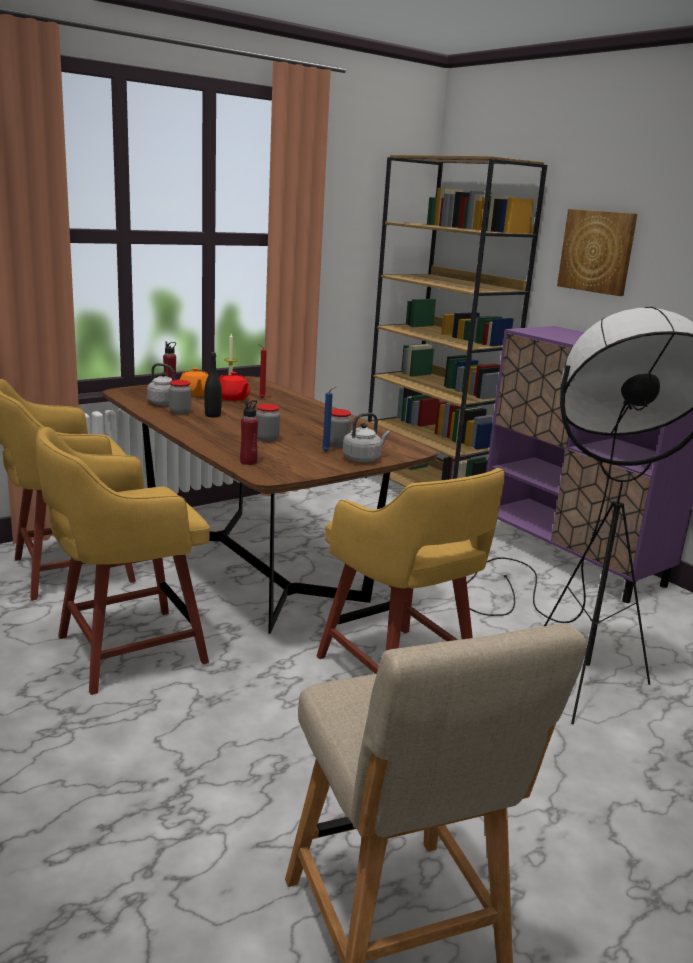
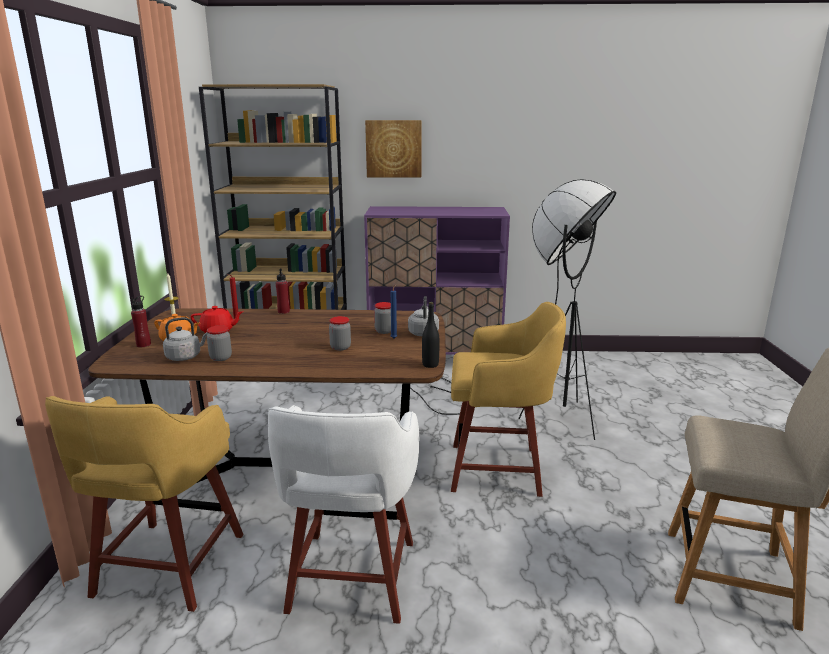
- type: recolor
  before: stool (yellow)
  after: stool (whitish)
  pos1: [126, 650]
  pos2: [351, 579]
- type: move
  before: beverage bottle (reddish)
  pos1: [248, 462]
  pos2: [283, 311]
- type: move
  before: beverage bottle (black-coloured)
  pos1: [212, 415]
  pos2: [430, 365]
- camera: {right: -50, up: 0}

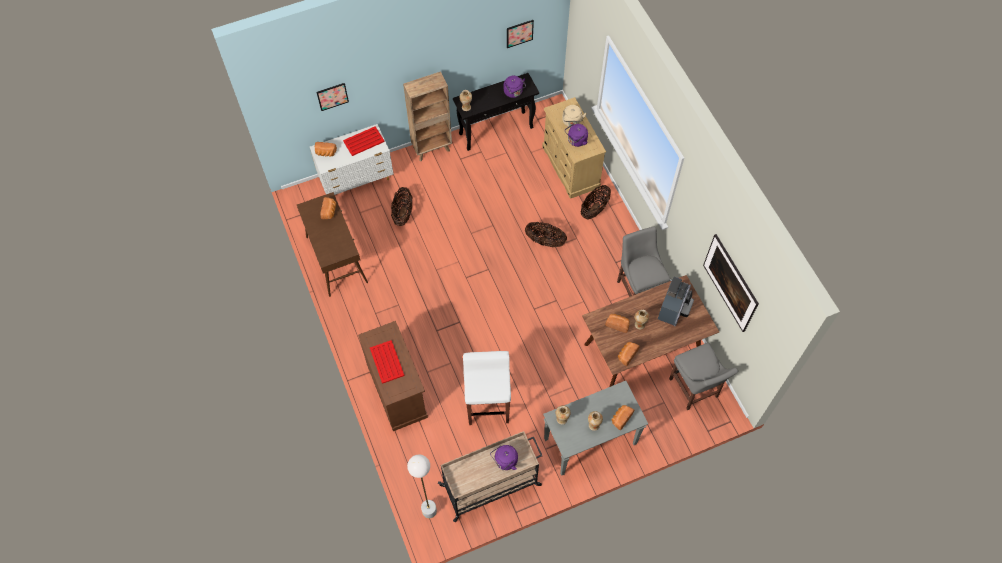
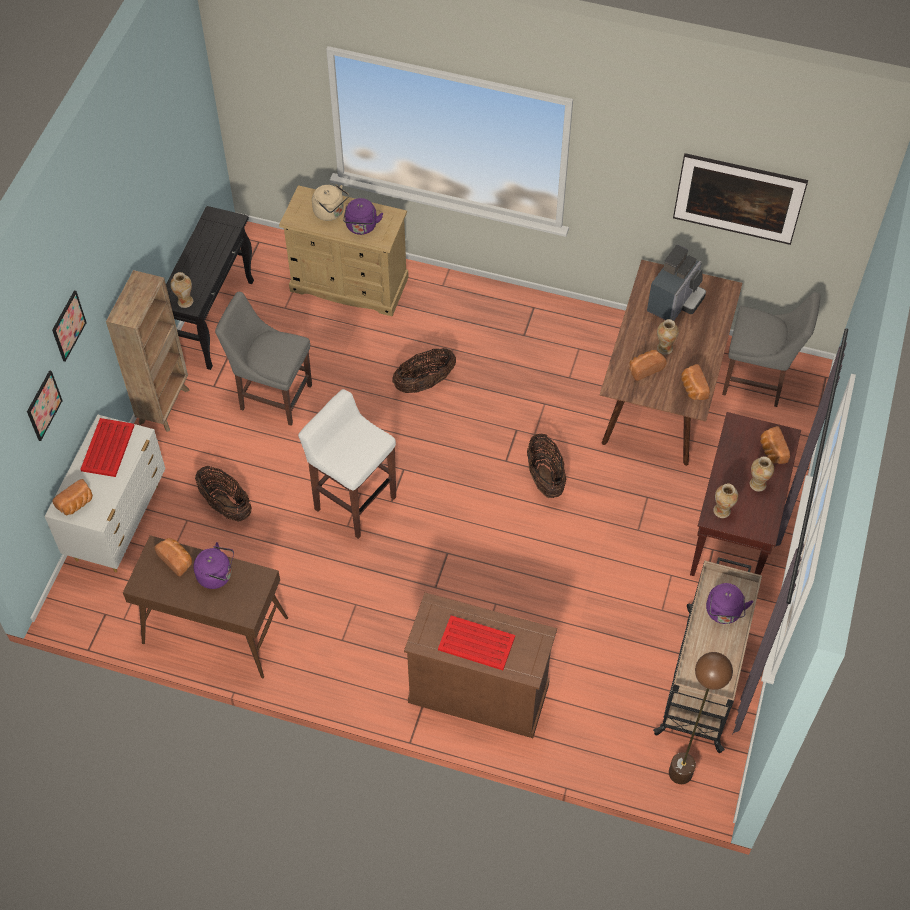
- type: move
  before: picture
  pos1: [519, 33]
  pos2: [68, 325]
- type: move
  before: tea kettle (purple)
  pos1: [514, 92]
  pos2: [217, 575]
- type: move
  before: upright chair (grey)
  pos1: [638, 288]
  pos2: [272, 395]
- type: move
  before: stool (whitish)
  pos1: [488, 406]
  pos2: [354, 502]
- type: move
  before: basket
  pos1: [594, 209]
  pos2: [545, 478]
- type: rotate
  before: coffee machine
  pos1: [674, 309]
  pos2: [675, 302]
  turn: 60
- type: recolor
  before: floor lamp (whitish)
  after: floor lamp (brown-coloured)
  pos1: [429, 511]
  pos2: [680, 773]
- type: recolor
  before: hall table (grey)
  after: hall table (brown-coloured)
  pos1: [589, 442]
  pos2: [734, 531]
- camera: {right: -50, up: -5}

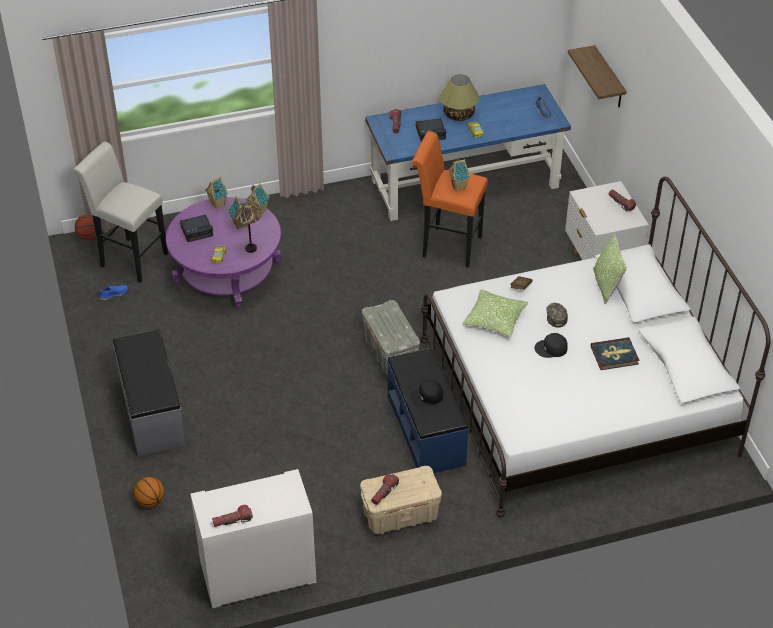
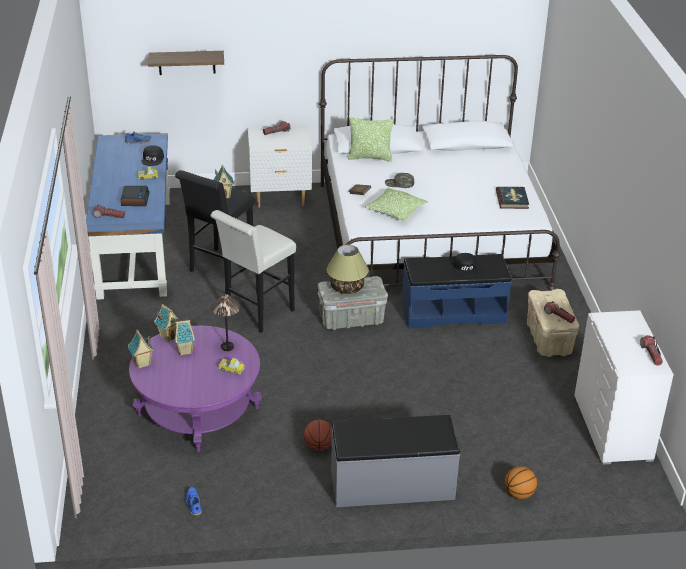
- type: move
  before: peaked cap (black-coloured)
  pos1: [551, 349]
  pos2: [153, 159]
- type: recolor
  before: stool (orange-coloured)
  after: stool (black-coloured)
  pos1: [447, 246]
  pos2: [219, 269]
- type: move
  before: stool (whitish)
  pos1: [130, 258]
  pos2: [256, 314]
- type: move
  before: basketball ball
  pos1: [89, 236]
  pos2: [319, 446]
- type: move
  before: table lamp
  pos1: [458, 114]
  pos2: [347, 288]
- type: move
  before: bound book
  pos1: [614, 355]
  pos2: [512, 199]
- type: delete
  before: alarm clock
  pos1: [197, 231]
- camera: {right: -80, up: -10}

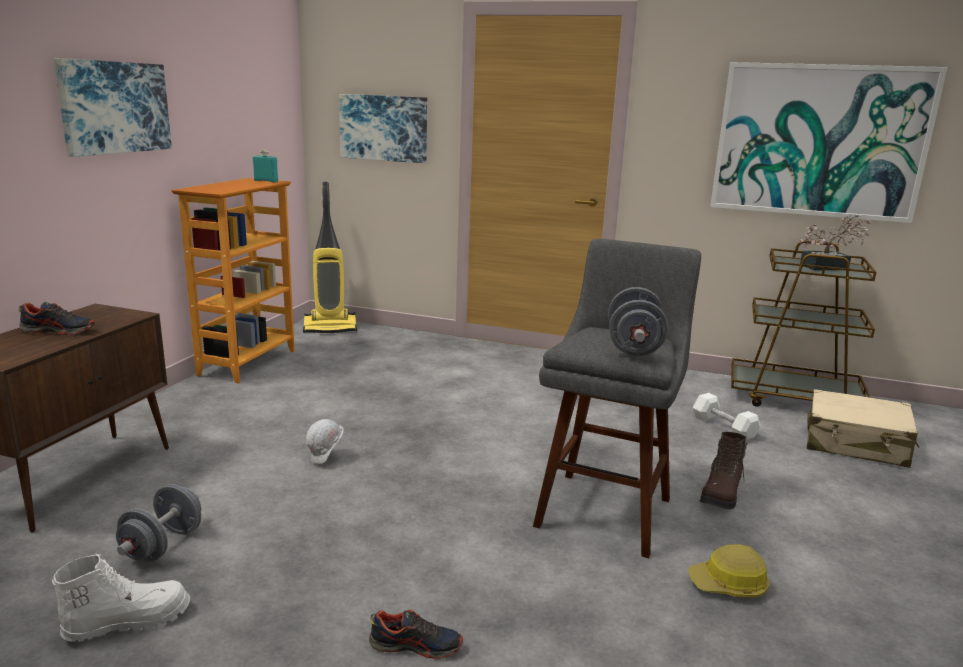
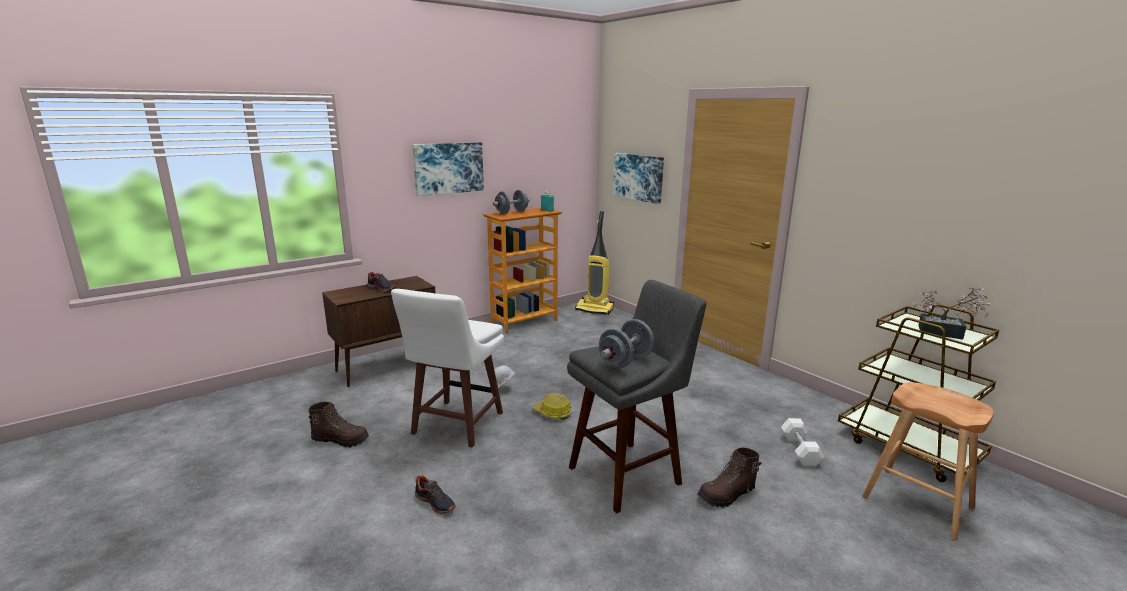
- type: recolor
  before: high-top boot (whitish)
  after: high-top boot (brown-coloured)
  pos1: [128, 621]
  pos2: [341, 440]
- type: insert
  after: stool (whitish)
  pos2: [456, 424]
- type: move
  before: hand weight (grey)
  pos1: [163, 545]
  pos2: [511, 213]
- type: move
  before: hard hat
  pos1: [729, 585]
  pos2: [553, 413]
- type: replace
  before: piece of luggage (sand-coloured)
  after: stool (brown-coloured)
  pos1: [856, 444]
  pos2: [917, 502]
- type: delete
  before: picture
  pos1: [819, 141]
- camera: {right: 35, up: 0}

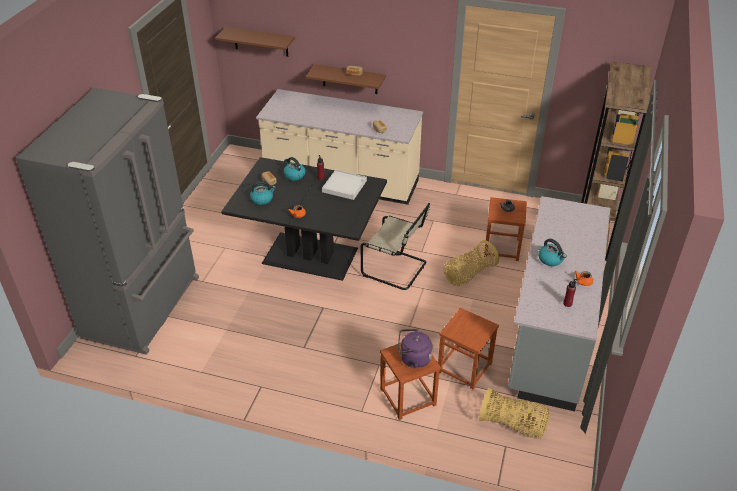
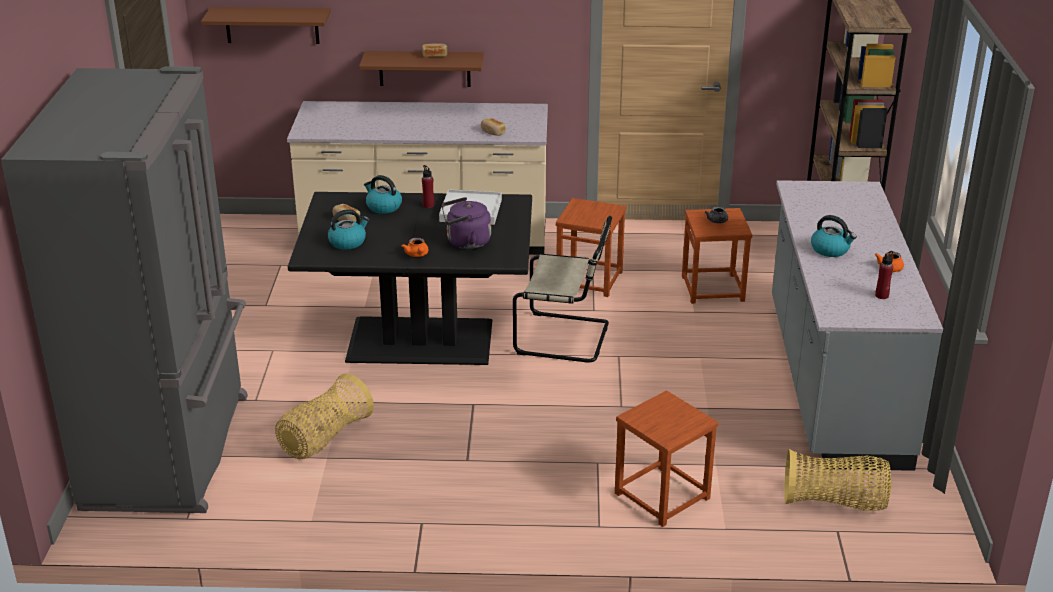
- type: move
  before: basket
  pos1: [468, 274]
  pos2: [324, 438]
- type: move
  before: tea kettle (purple)
  pos1: [413, 359]
  pos2: [465, 242]
- type: move
  before: stool (brown-coloured)
  pos1: [465, 367]
  pos2: [590, 279]
- camera: {right: -15, up: -10}

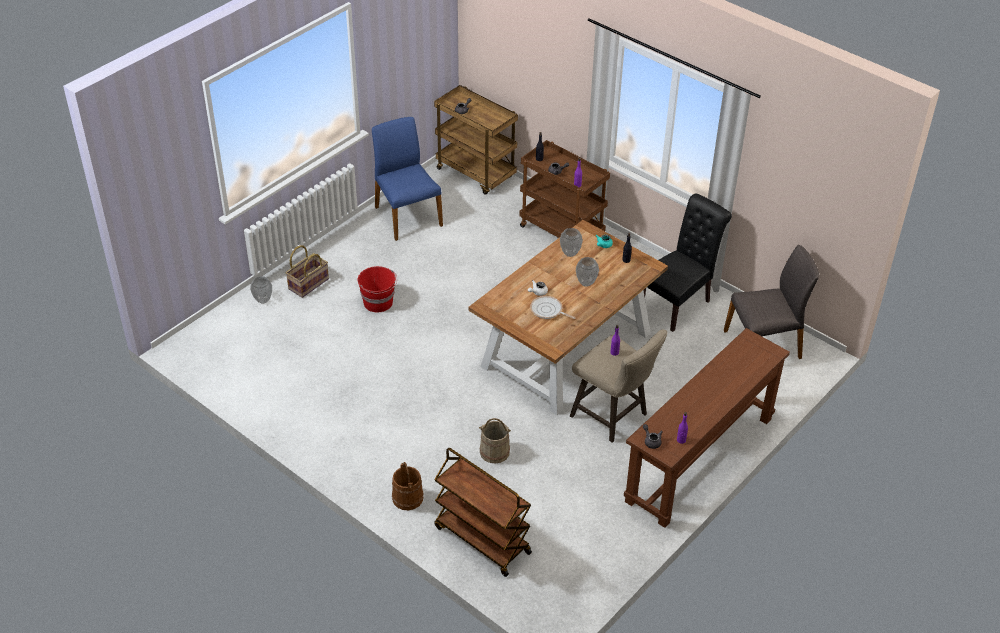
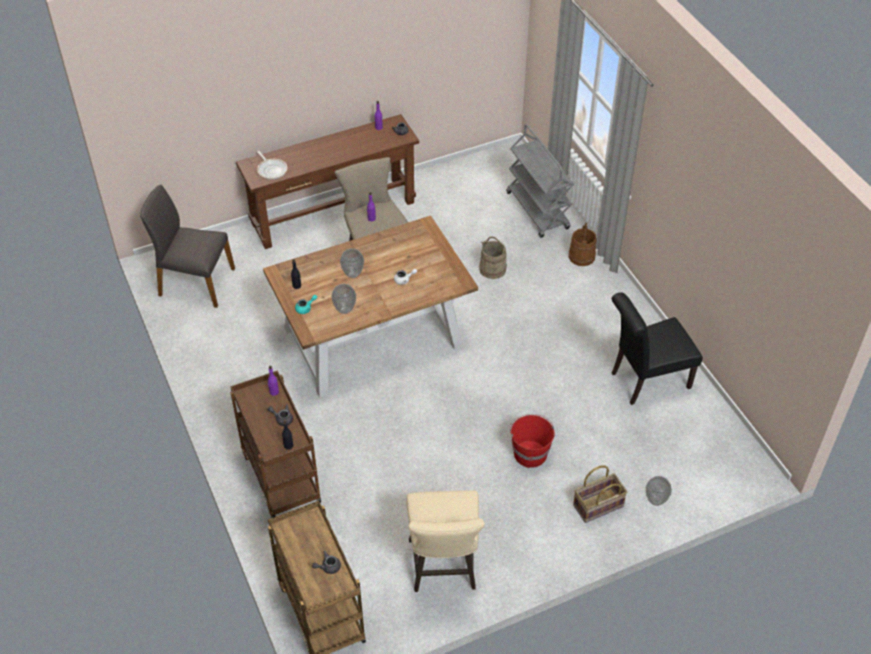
- type: move
  before: skillet
  pos1: [548, 310]
  pos2: [272, 169]
- type: replace
  before: upright chair (blue)
  after: stool (sand-coloured)
  pos1: [407, 216]
  pos2: [443, 569]
- type: recolor
  before: trolley (brown-coloured)
  after: trolley (grey)
  pos1: [481, 540]
  pos2: [538, 211]
- type: move
  before: upright chair (black-coloured)
  pos1: [678, 303]
  pos2: [645, 381]
- camera: {right: -155, up: 5}

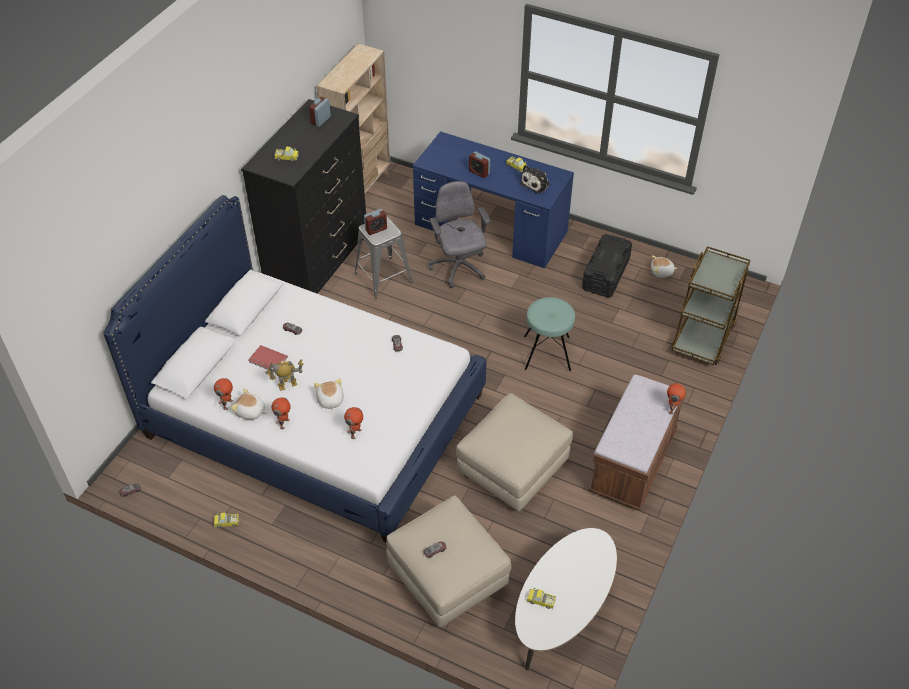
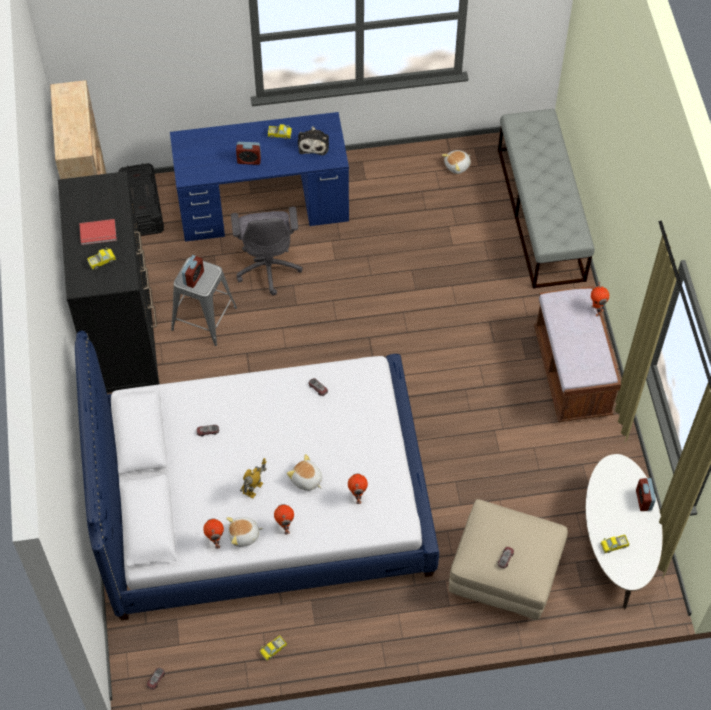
- type: move
  before: bound book (reddish)
  pos1: [267, 360]
  pos2: [98, 234]
- type: move
  before: storage bin (black-coloured)
  pos1: [606, 274]
  pos2: [142, 208]
- type: rotate
  before: computer chair (grey)
  pos1: [458, 268]
  pos2: [268, 267]
  turn: -135
- type: replace
  before: trolley (brown-coloured)
  after: indoor bench (grey)
  pos1: [703, 337]
  pos2: [541, 214]
- type: move
  before: alarm clock
  pos1: [321, 120]
  pos2: [643, 500]
- type: delete
  before: pouffe (sand-coloured)
  pos1: [512, 471]
- type: delete
  before: stool (turquoise)
  pos1: [547, 353]
- camera: {right: -35, up: 10}

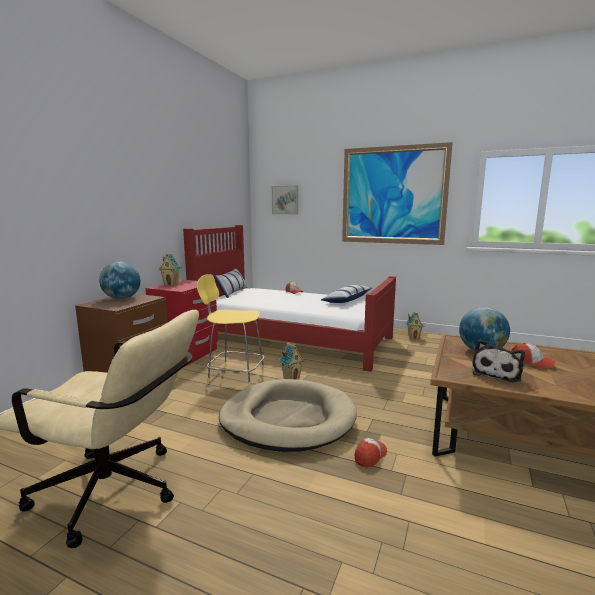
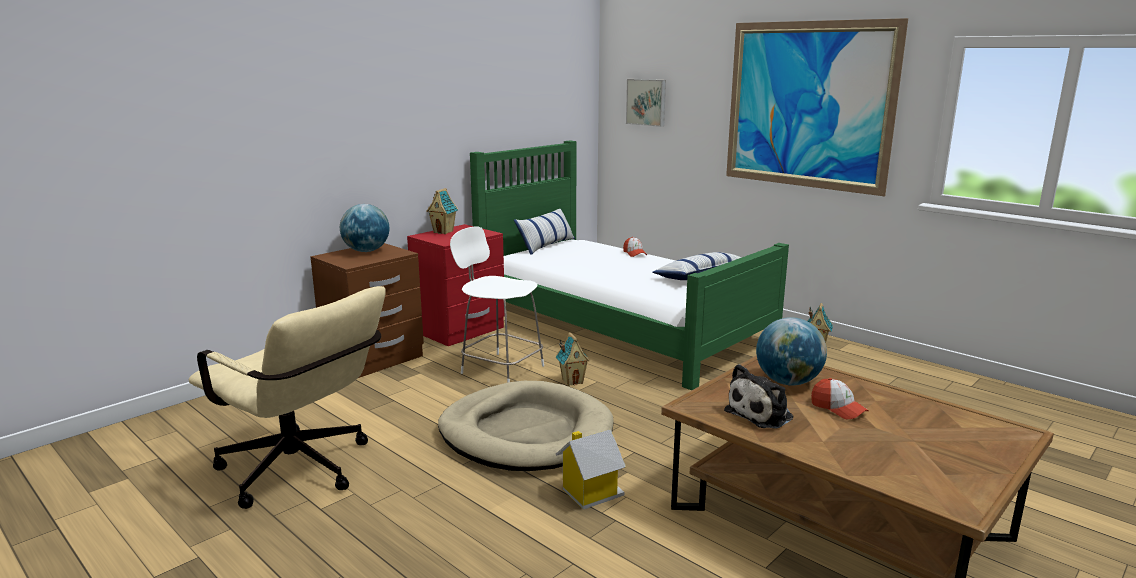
- type: recolor
  before: stool (yellow)
  after: stool (whitish)
  pos1: [234, 376]
  pos2: [500, 369]
- type: recolor
  before: bed (reddish)
  after: bed (green-coloured)
  pos1: [292, 339]
  pos2: [618, 326]
- type: replace
  before: peaked cap
  after: toy house
  pos1: [370, 456]
  pos2: [590, 493]
- camera: {right: 20, up: 5}

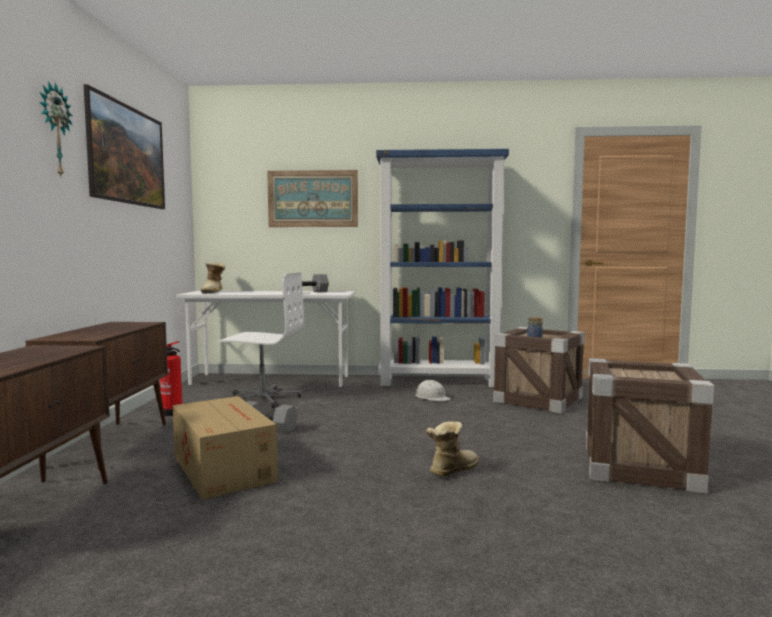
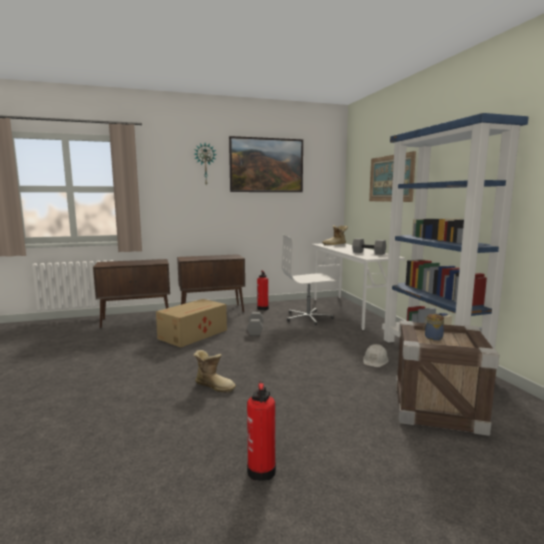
- type: replace
  before: crate
  after: extinguisher
  pos1: [639, 467]
  pos2: [262, 469]
- type: rotate
  before: computer chair (whitish)
  pos1: [262, 398]
  pos2: [308, 318]
  turn: 90
- camera: {right: 70, up: 5}

